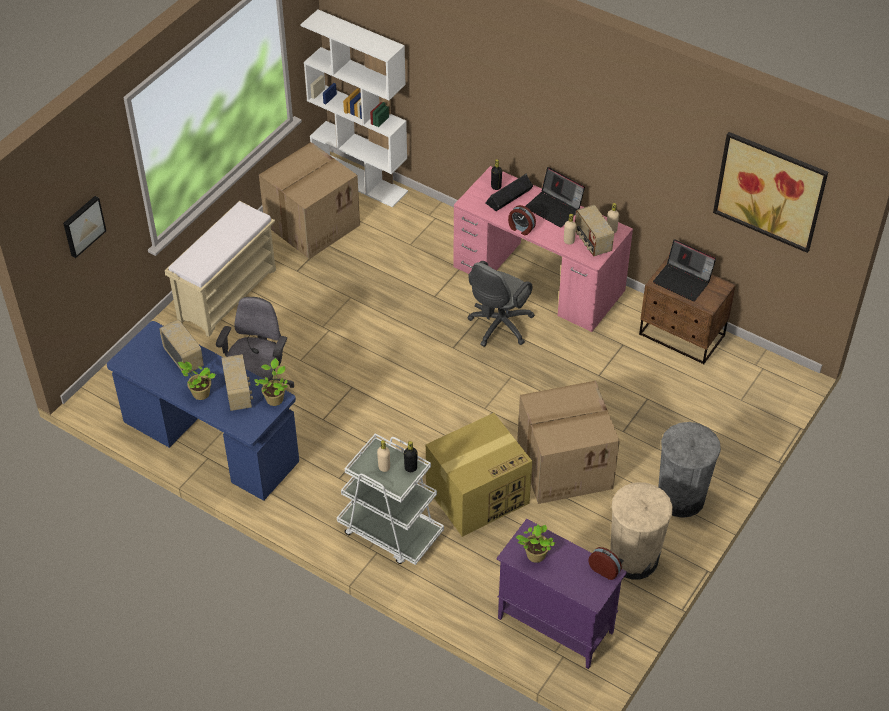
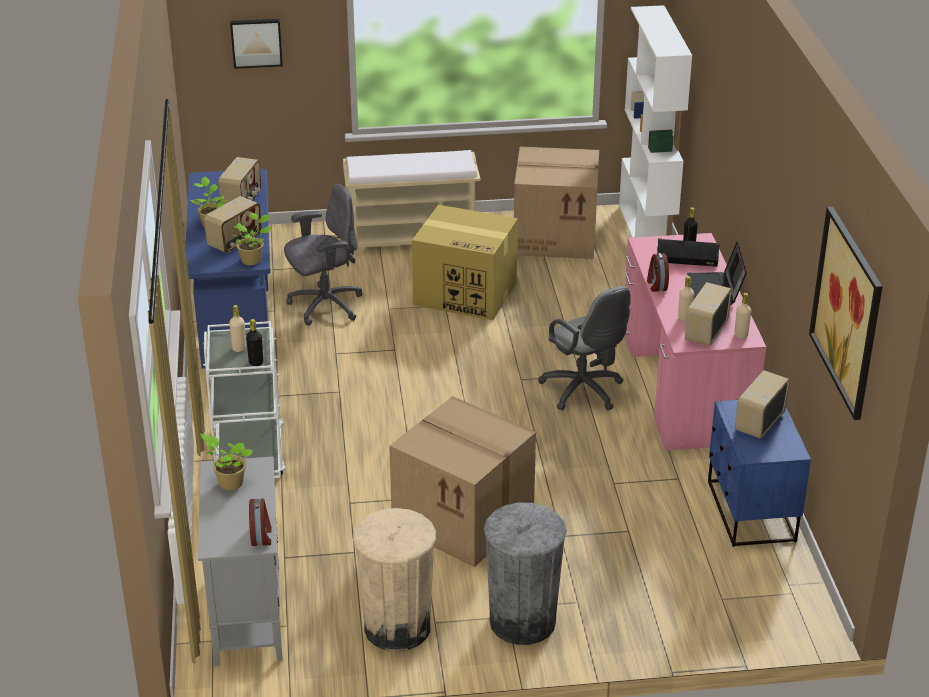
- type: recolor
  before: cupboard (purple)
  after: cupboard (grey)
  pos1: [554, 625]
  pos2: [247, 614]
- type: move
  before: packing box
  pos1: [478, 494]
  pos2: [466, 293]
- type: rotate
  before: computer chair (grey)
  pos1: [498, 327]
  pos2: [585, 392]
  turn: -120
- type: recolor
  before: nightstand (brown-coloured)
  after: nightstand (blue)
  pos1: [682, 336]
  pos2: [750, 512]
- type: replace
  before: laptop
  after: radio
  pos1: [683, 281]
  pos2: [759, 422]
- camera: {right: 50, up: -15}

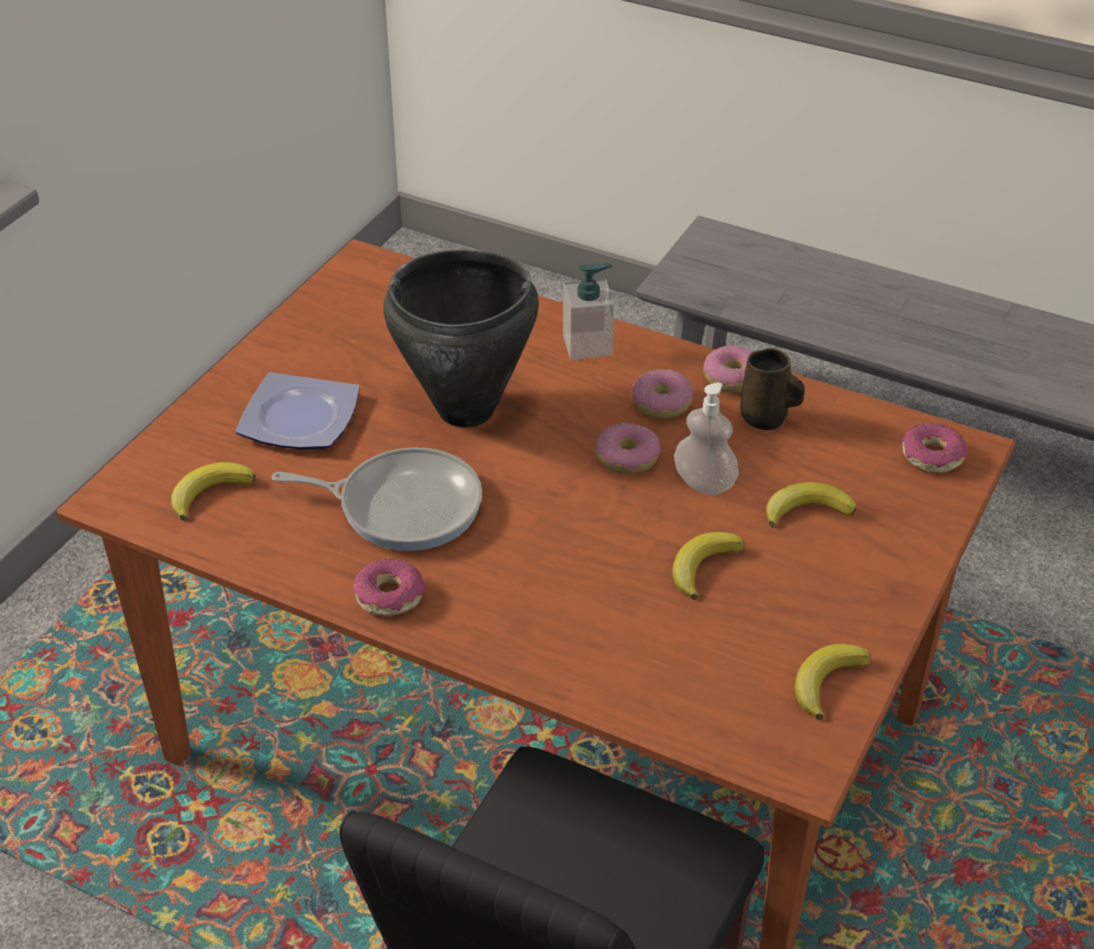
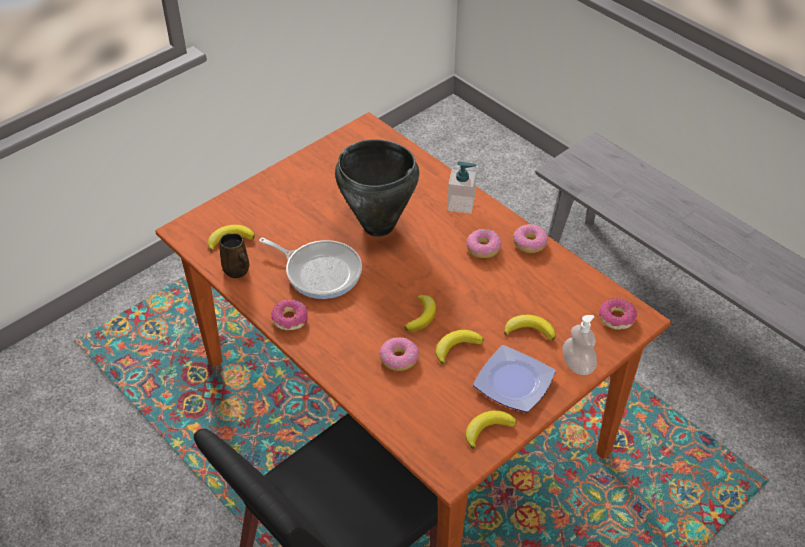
- type: move
  before: coffee mug (brown-coloured)
  pos1: [766, 419]
  pos2: [237, 271]
- type: move
  before: donut
  pos1: [627, 458]
  pos2: [399, 359]
- type: insert
  after: whole banana
  pos2: [421, 316]
- type: move
  before: flat dish
  pos1: [297, 419]
  pos2: [512, 383]
- type: move
  before: soap dispenser
  pos1: [704, 483]
  pos2: [577, 365]
- camera: {right: 20, up: 5}

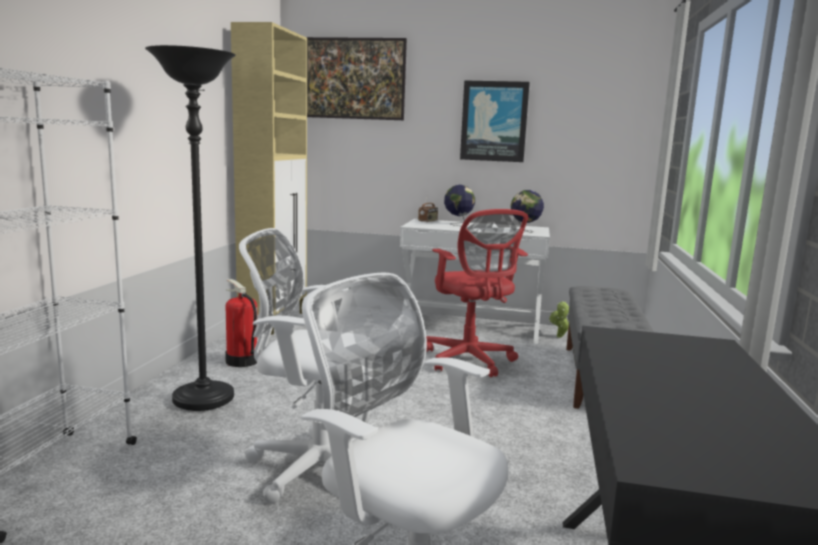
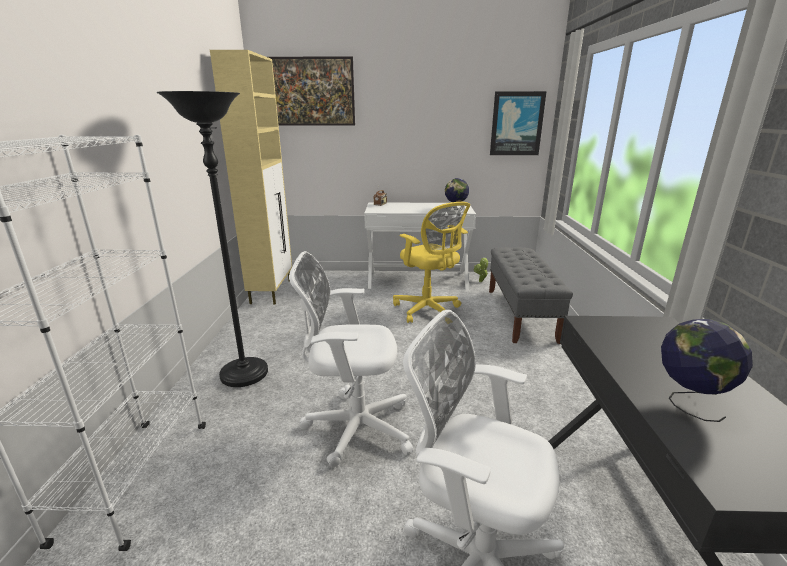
- type: recolor
  before: computer chair (reddish)
  after: computer chair (yellow)
  pos1: [470, 361]
  pos2: [428, 311]
- type: move
  before: picture
  pos1: [494, 121]
  pos2: [516, 124]
- type: move
  before: desk globe
  pos1: [458, 224]
  pos2: [688, 402]
- type: delete
  before: extinguisher
  pos1: [241, 361]
- camera: {right: -10, up: 10}

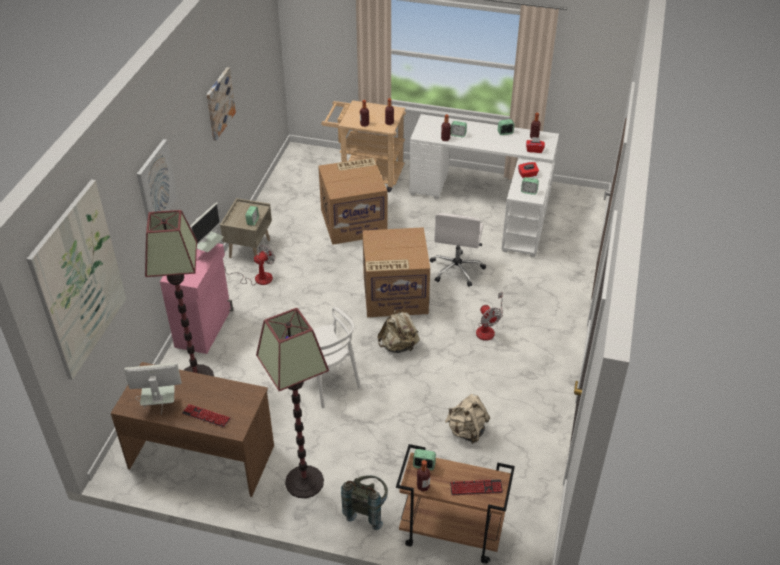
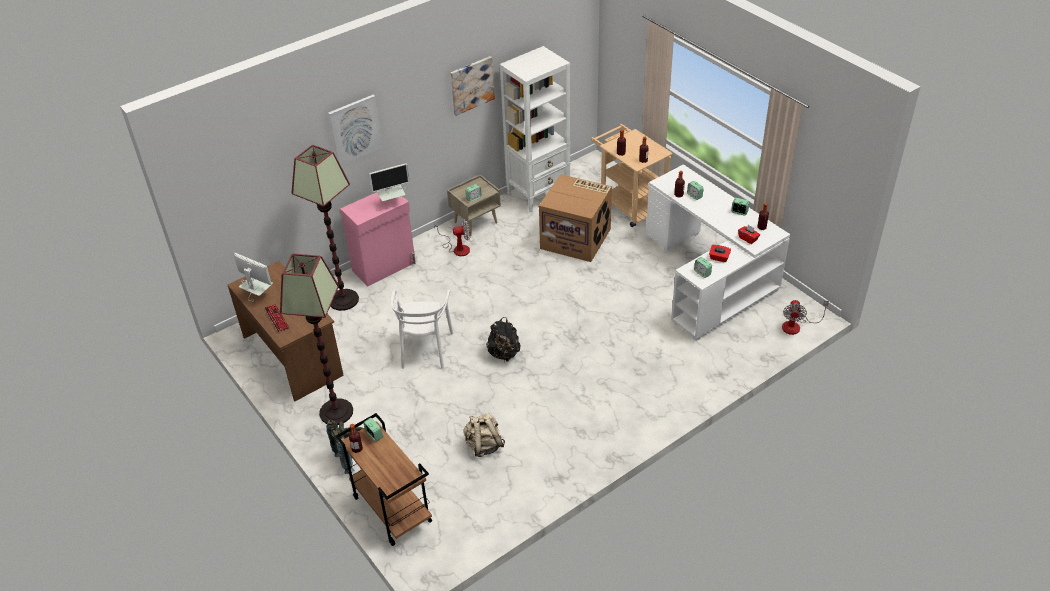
- type: recolor
  before: rucksack (sand-coloured)
  after: rucksack (black-coloured)
  pos1: [398, 346]
  pos2: [504, 353]
- type: insert
  after: bookshelf (whitish)
  pos2: [539, 194]
- type: move
  before: electric fan
  pos1: [488, 329]
  pos2: [796, 326]
- type: delete
  before: picture
  pos1: [79, 280]
- type: delete
  before: packing box
  pos1: [394, 295]
- type: delete
  before: computer chair (whitish)
  pos1: [456, 269]
- type: delete
  before: keyboard
  pos1: [476, 488]
- camera: {right: 40, up: 0}

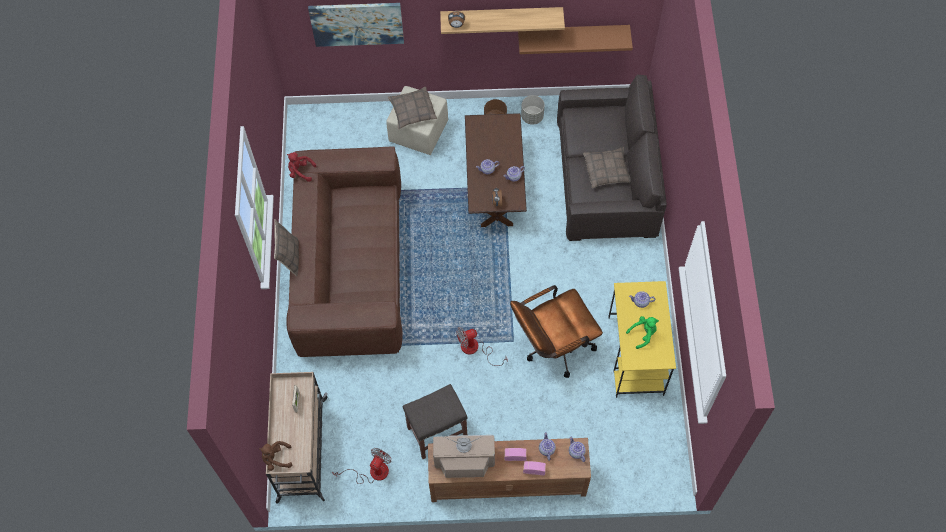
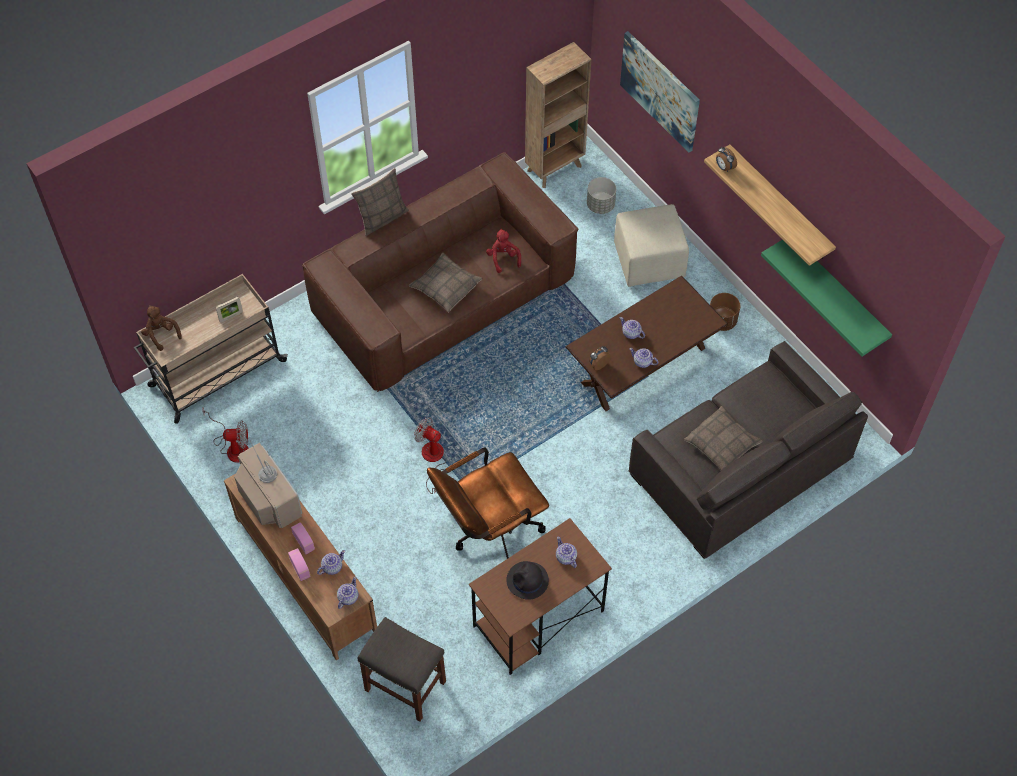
- type: move
  before: stool (grey)
  pos1: [436, 433]
  pos2: [404, 685]
- type: move
  before: cushion
  pos1: [412, 111]
  pos2: [445, 286]
- type: rotate
  before: computer chair (brown-coloured)
  pos1: [553, 347]
  pos2: [489, 531]
  turn: -60
- type: recolor
  before: desk unit (yellow)
  after: desk unit (brown-coloured)
  pos1: [635, 356]
  pos2: [537, 619]
- type: move
  before: plush toy (reddish)
  pos1: [300, 171]
  pos2: [503, 258]
- type: replace
  before: plush toy (green-coloured)
  after: clothing hat (black-coloured)
  pos1: [643, 334]
  pos2: [527, 581]
- type: insert
  after: bookshelf (brown-coloured)
  pos2: [555, 168]
- type: move
  before: planter (grey)
  pos1: [532, 116]
  pos2: [600, 205]
- type: recolor
  before: wall shelf (brown-coloured)
  after: wall shelf (green-coloured)
  pos1: [573, 33]
  pos2: [837, 292]
- camera: {right: 55, up: -5}

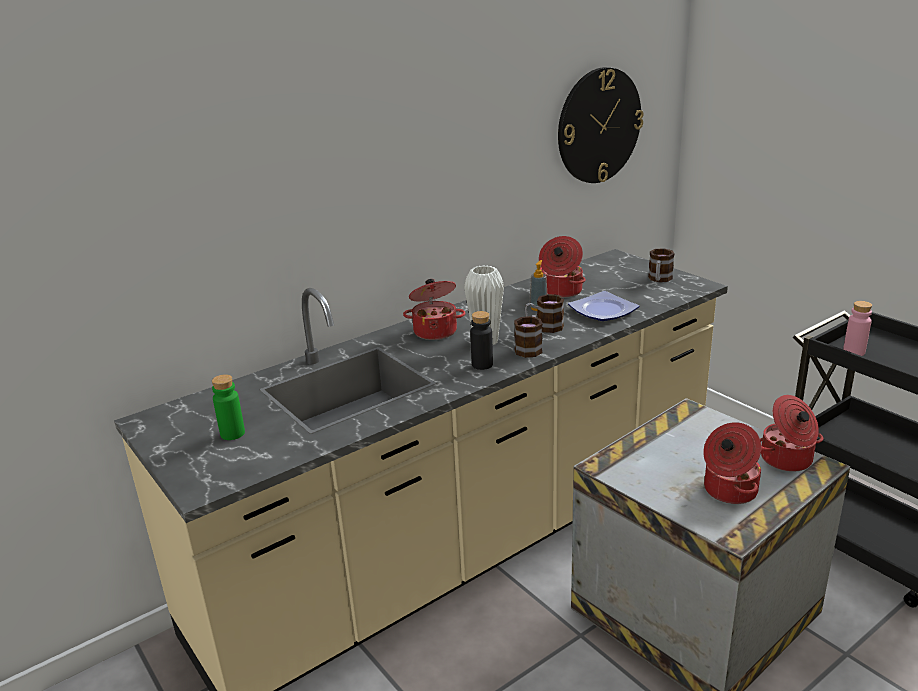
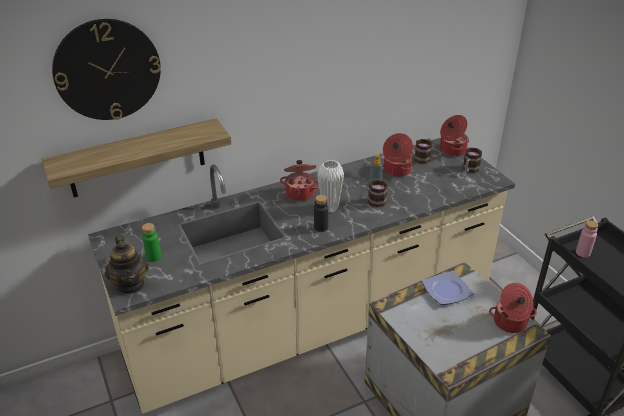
- type: insert
  after: wall shelf
  pos2: [137, 158]
- type: move
  before: hanging clock
  pos1: [599, 126]
  pos2: [107, 70]
- type: insert
  after: tea pot
  pos2: [130, 284]
- type: move
  before: coffee mug
  pos1: [530, 348]
  pos2: [423, 157]
- type: move
  before: flat dish
  pos1: [603, 310]
  pos2: [447, 290]
- type: move
  before: cooking pot
  pos1: [728, 490]
  pos2: [451, 150]
- camera: {right: 10, up: 10}

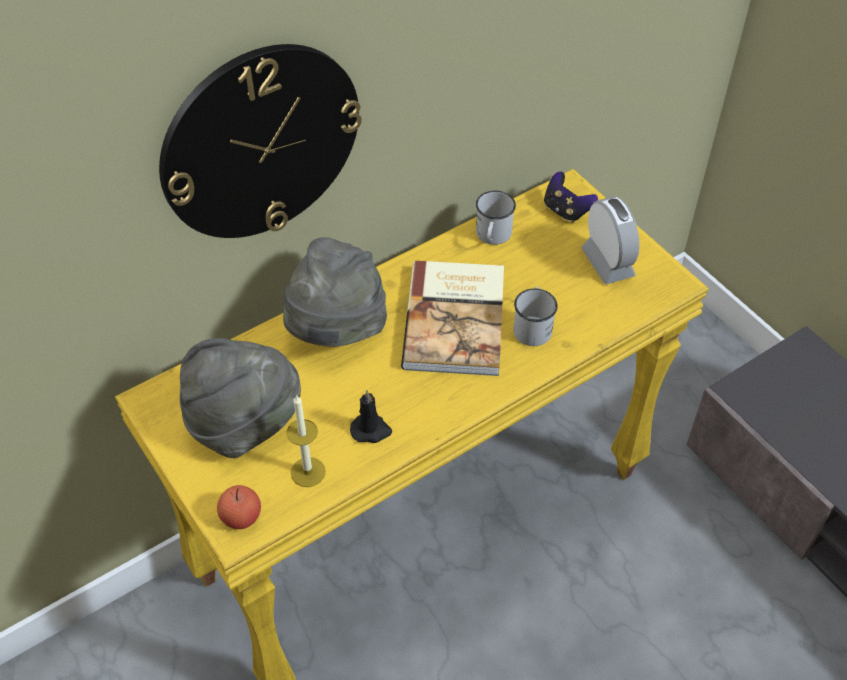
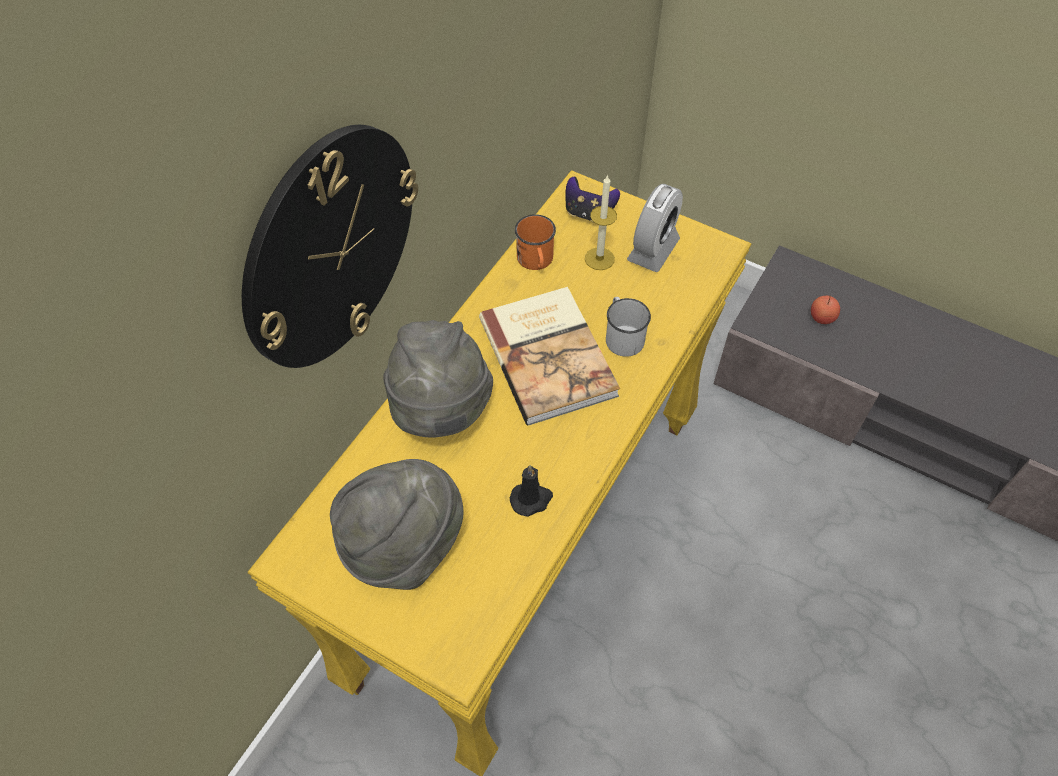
- type: recolor
  before: coffee mug (whitish)
  after: coffee mug (orange-coloured)
  pos1: [492, 237]
  pos2: [536, 261]
- type: move
  before: wax candle
  pos1: [308, 472]
  pos2: [599, 258]
- type: rotate
  before: alarm clock
  pos1: [607, 262]
  pos2: [653, 250]
  turn: 75
- type: move
  before: apple
  pos1: [241, 517]
  pos2: [822, 317]
- camera: {right: -25, up: 5}

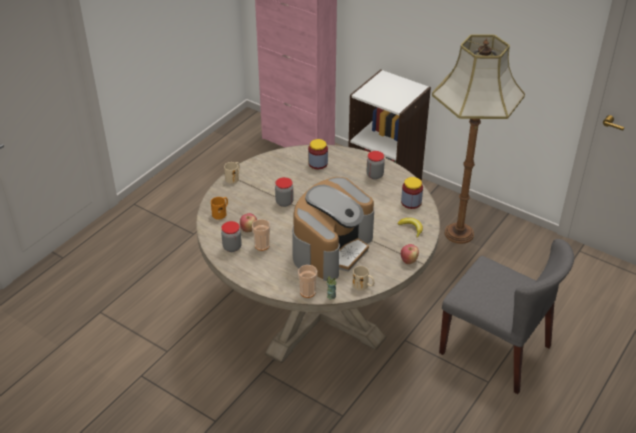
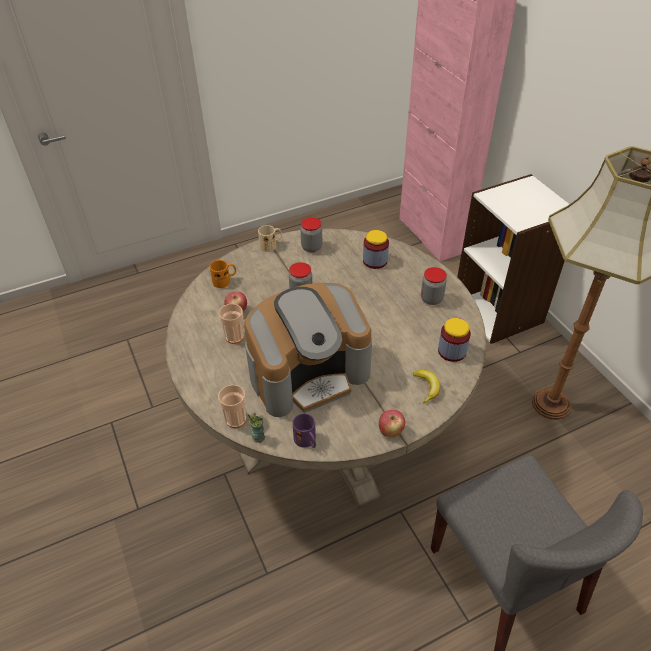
- type: recolor
  before: coffee mug (sand-coloured)
  after: coffee mug (purple)
  pos1: [363, 286]
  pos2: [307, 441]
- type: move
  before: jar
  pos1: [232, 247]
  pos2: [311, 247]
- camera: {right: 30, up: 5}

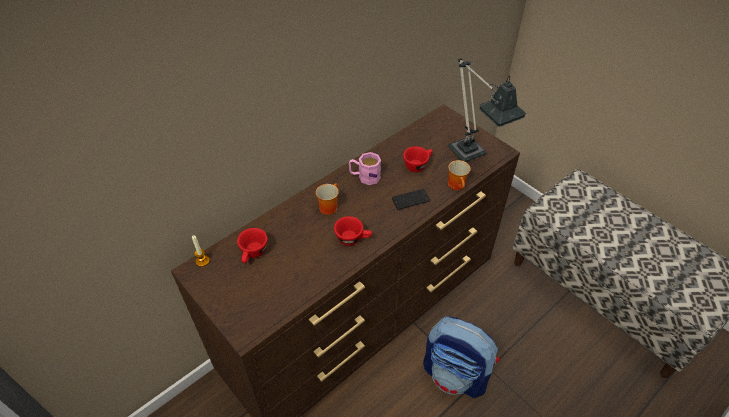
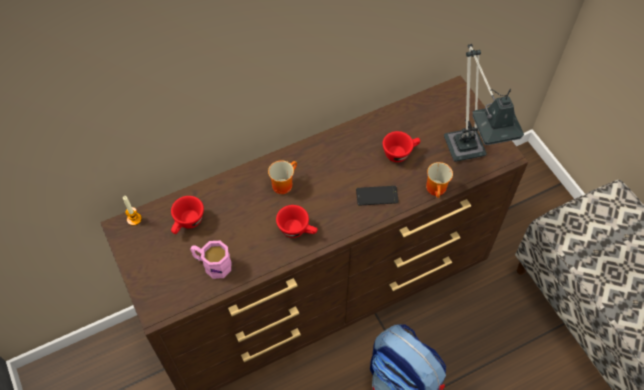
- type: move
  before: coffee mug (pink)
  pos1: [364, 177]
  pos2: [212, 264]
- camera: {right: 15, up: 10}

